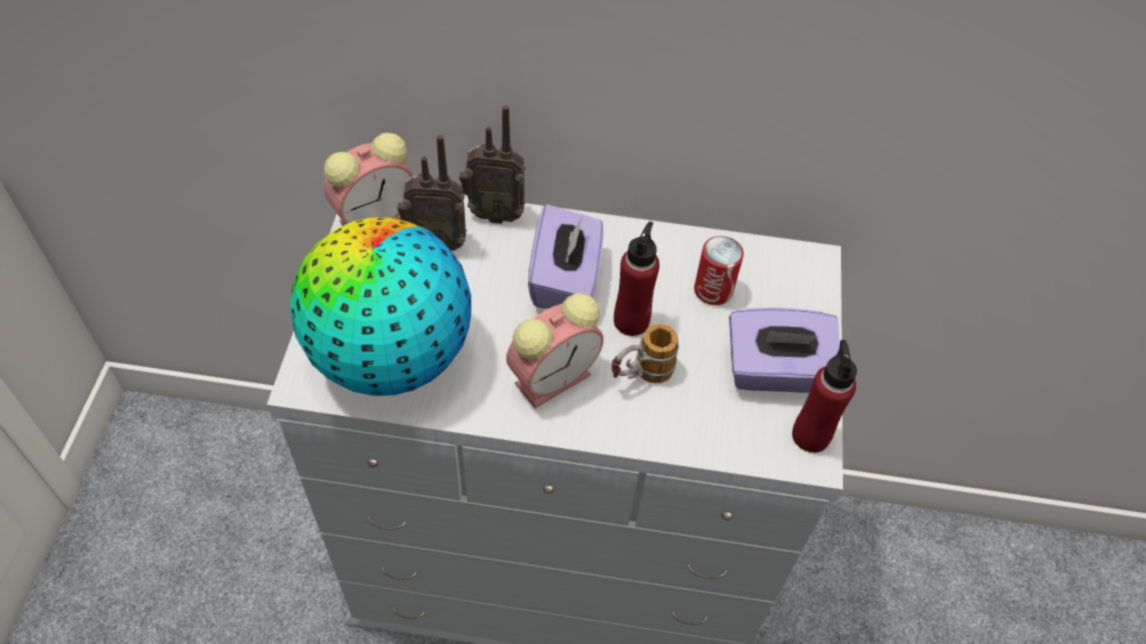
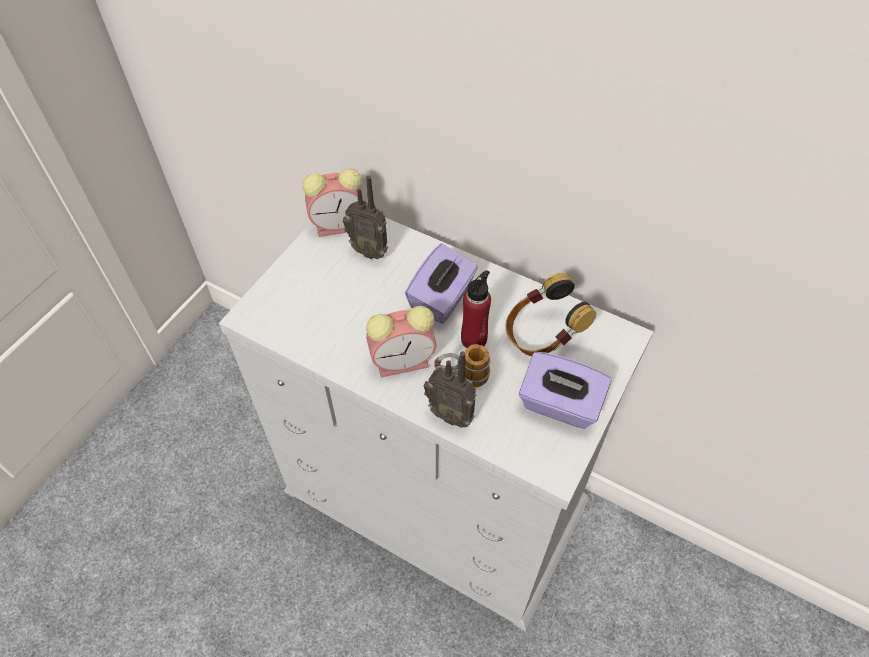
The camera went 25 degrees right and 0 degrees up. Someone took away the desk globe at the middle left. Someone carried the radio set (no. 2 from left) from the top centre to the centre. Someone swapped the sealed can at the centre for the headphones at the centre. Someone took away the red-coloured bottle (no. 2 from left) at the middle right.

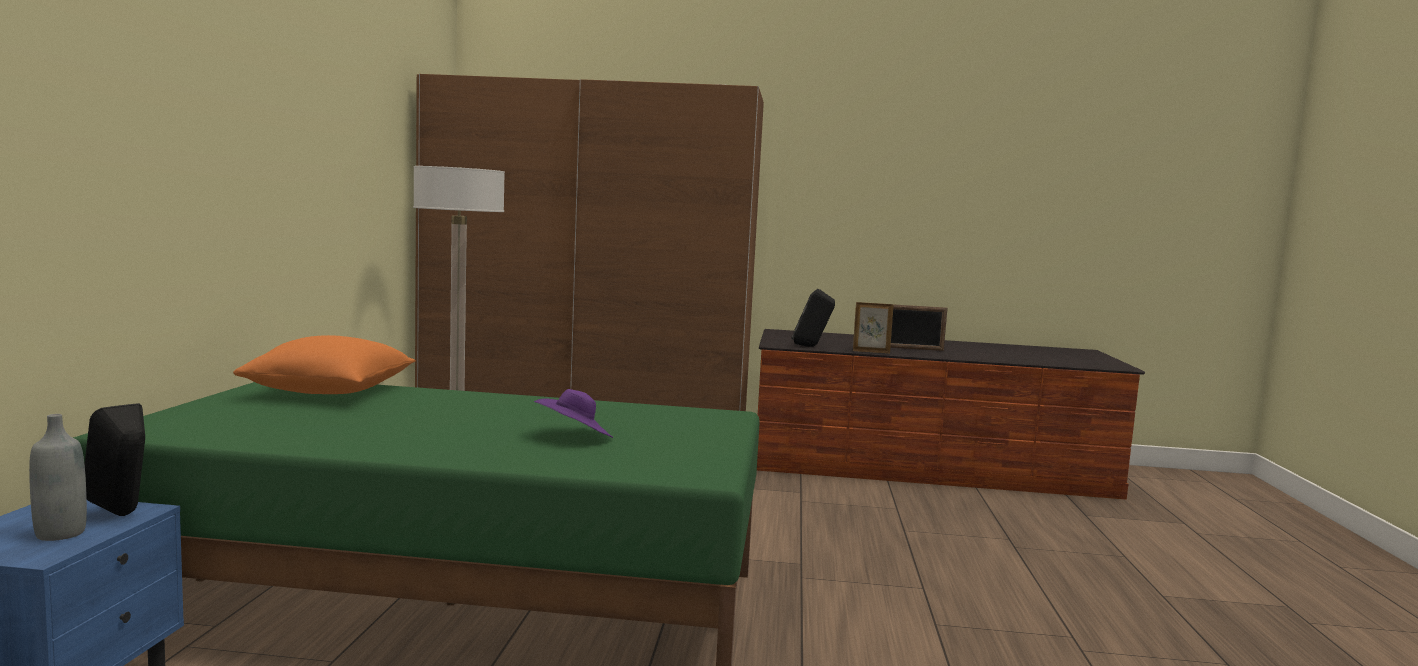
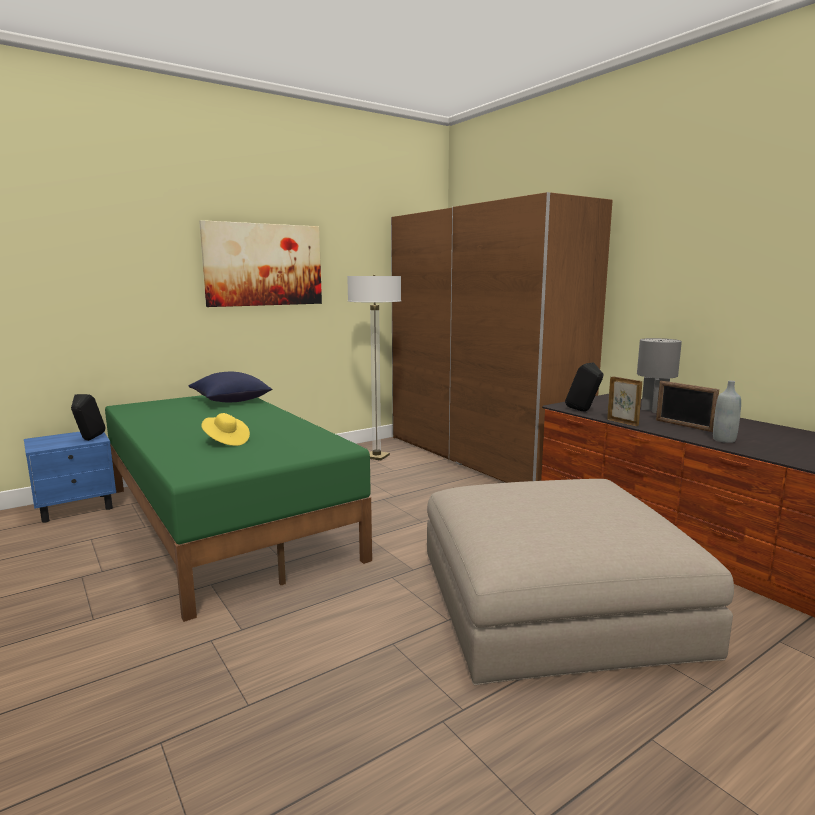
The camera went 50 degrees right and 5 degrees up. Someone carried the grey bottle from the bottom left to the middle right. Someone repainted the orange-coloured cushion at the middle left, which became the blue cushion at the middle left. Someone repainted the purple-coloured hat at the centre, which became the yellowish hat at the middle left. Someone put up the wall art at the top left. Someone put down the beige ottoman at the bottom right. Someone put down the grey tabletop lamp at the middle right.

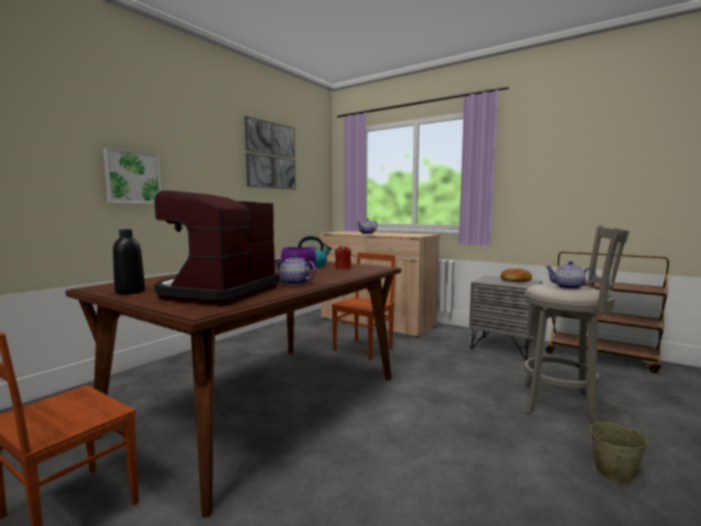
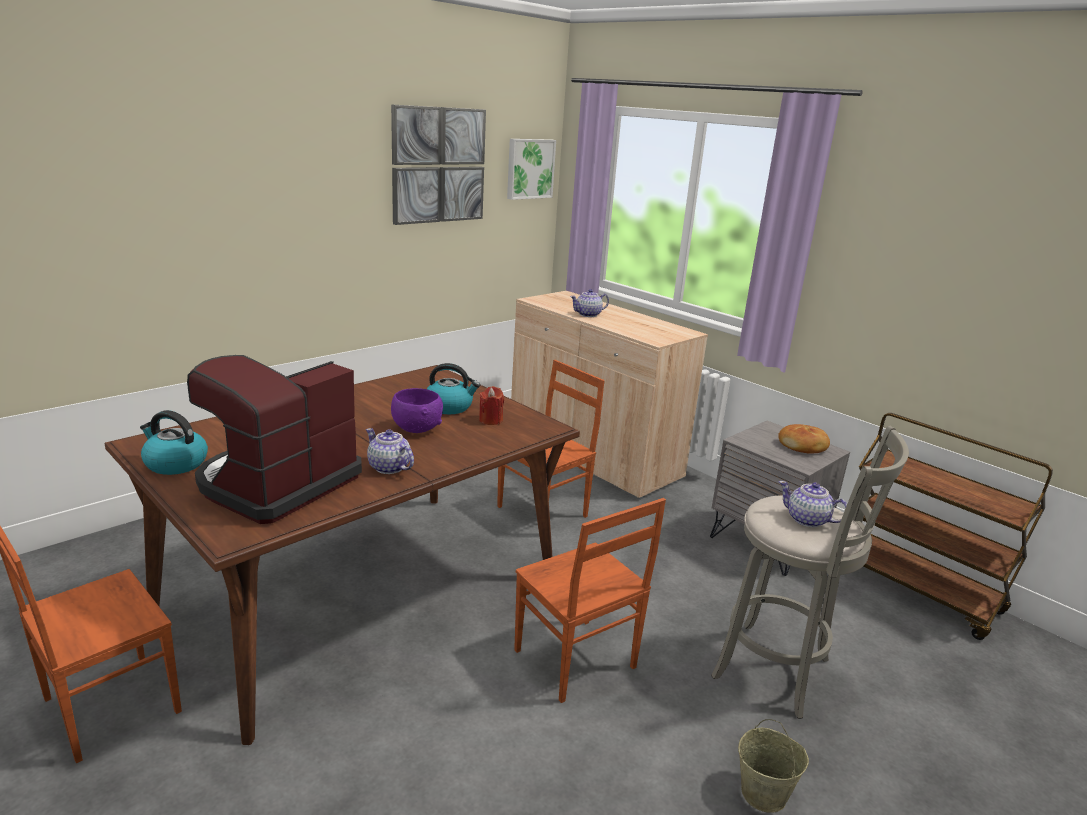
The camera went 10 degrees right and 15 degrees up. Someone carried the wall art (no. 1 from left in the first image) from the middle left to the top centre. Someone swapped the black bottle at the middle left for the water kettle (no. 1 from left) at the middle left. Someone put down the brown upright chair (no. 3 from left) at the bottom centre.

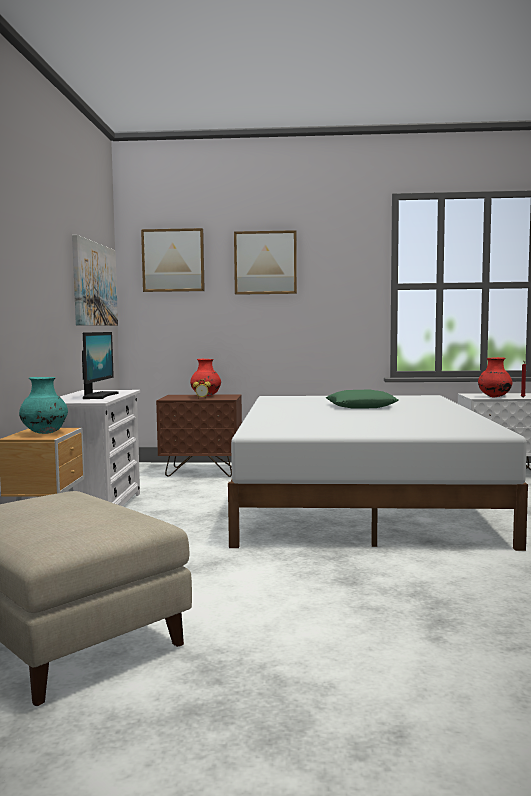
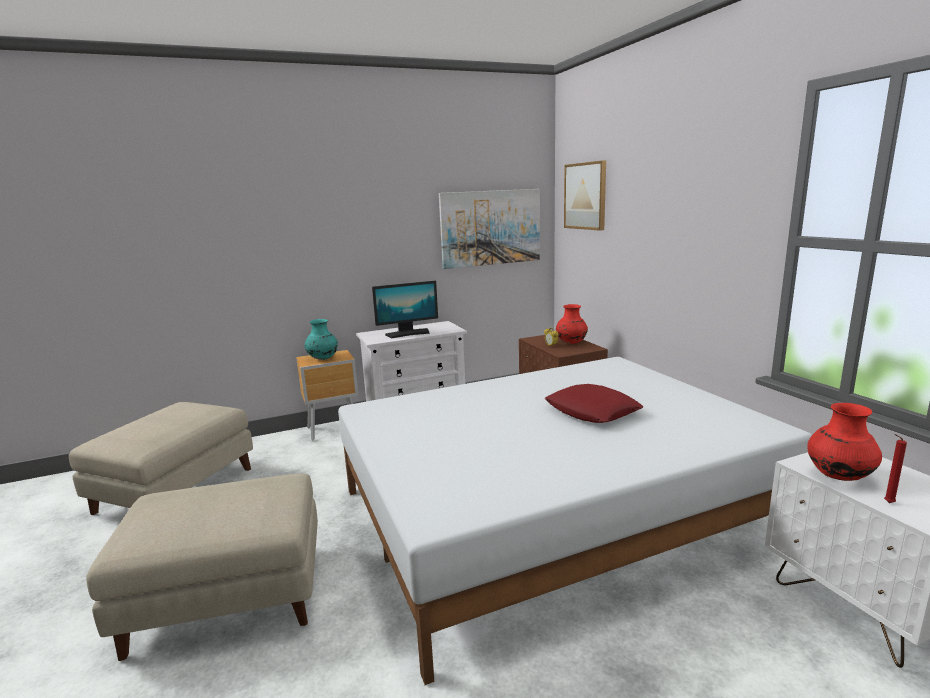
The camera went 65 degrees right and 10 degrees up. Someone took away the wall art (no. 3 from left) at the top centre. Someone repainted the green cushion at the middle right, which became the red-coloured cushion at the centre. Someone put down the beige ottoman (no. 2 from left) at the bottom left.

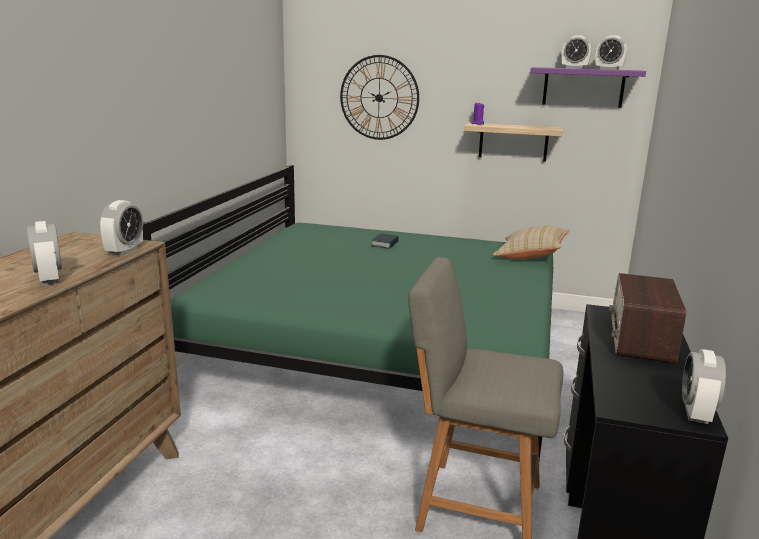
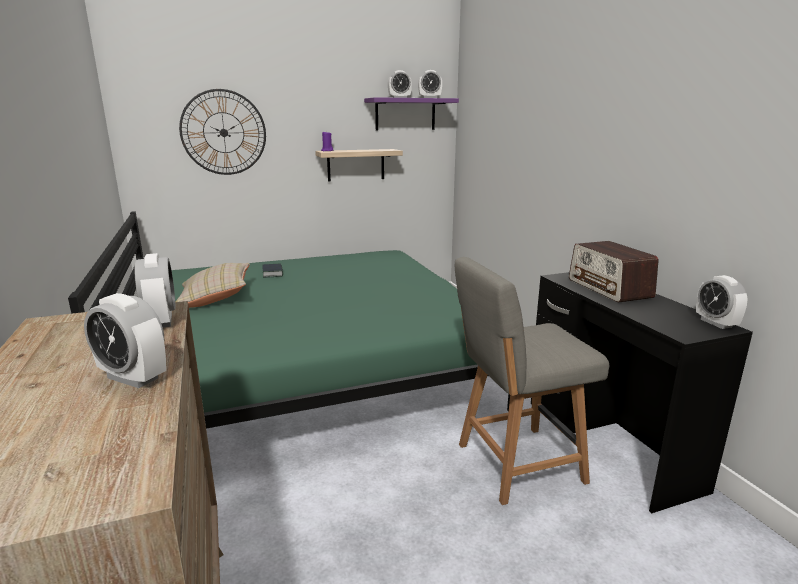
The camera went 35 degrees left and 0 degrees up. Someone carried the beige cushion from the middle right to the middle left.

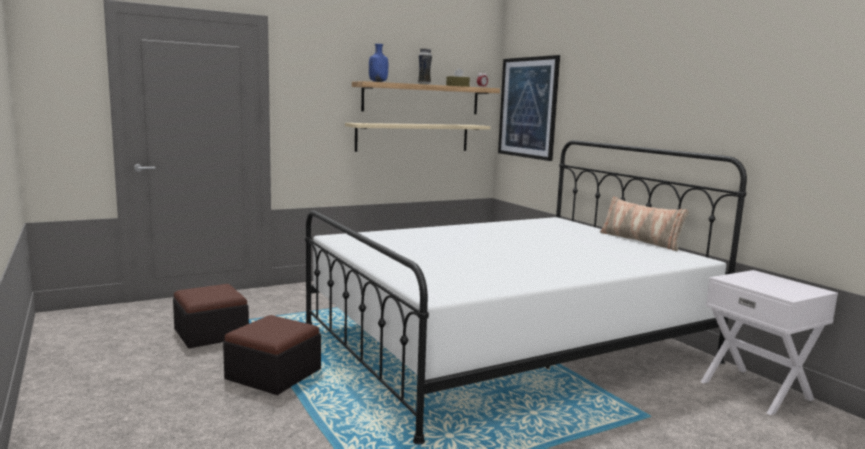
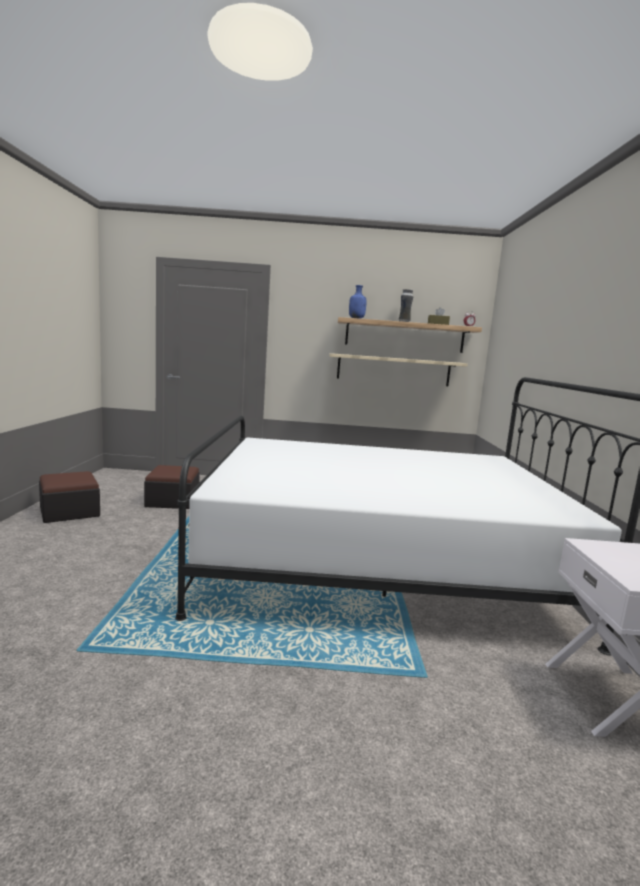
The camera went 30 degrees right and 0 degrees up. Someone carried the ottoman (no. 2 from left in the first image) from the bottom left to the middle left. Someone took away the wall art at the top centre. Someone took away the cushion at the middle right.

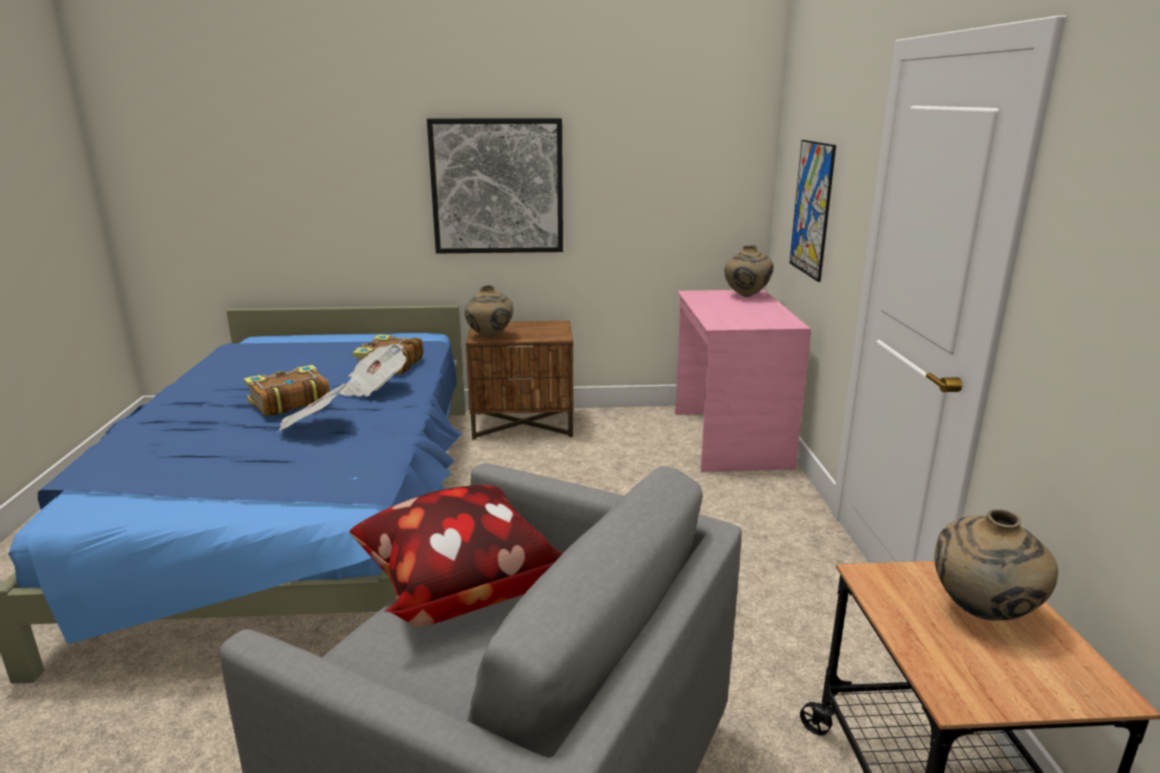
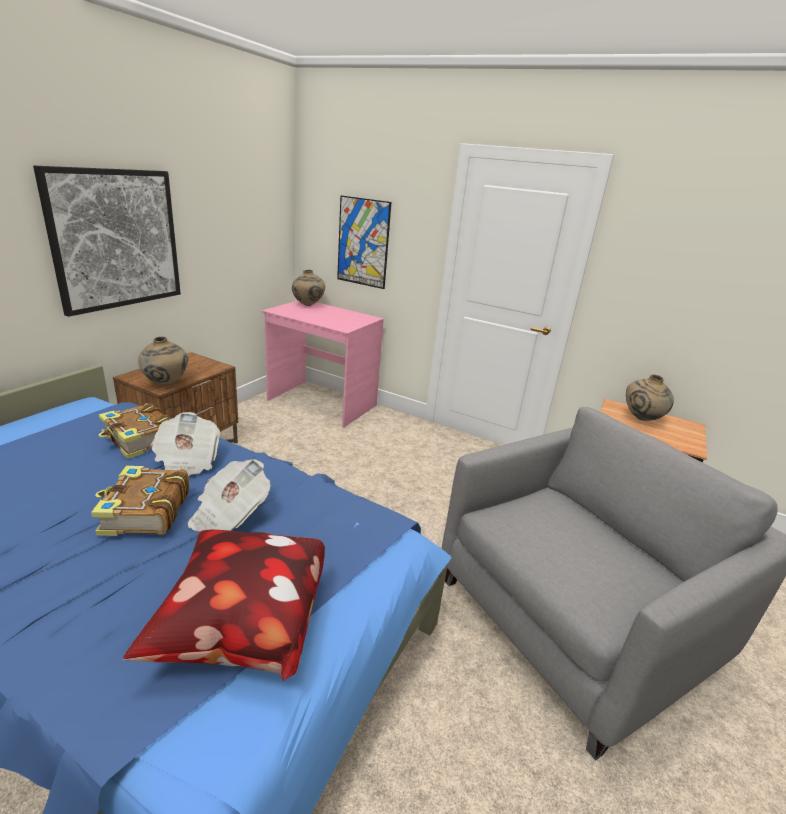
The camera went 60 degrees left and 5 degrees up. Someone carried the cushion from the bottom centre to the bottom left.

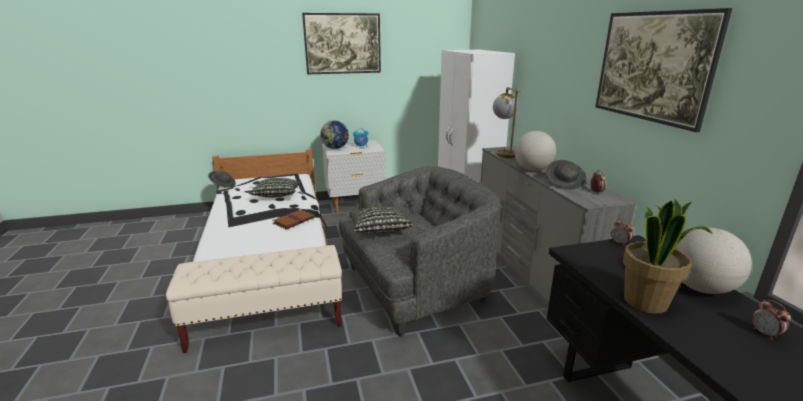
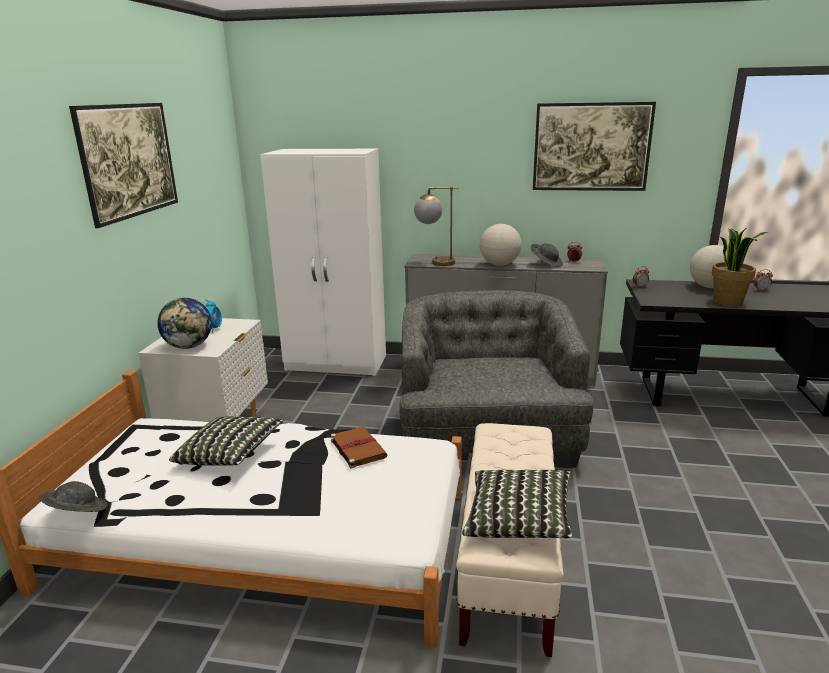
The camera went 65 degrees left and 0 degrees up. Someone carried the cushion (no. 2 from left) from the centre to the bottom centre.

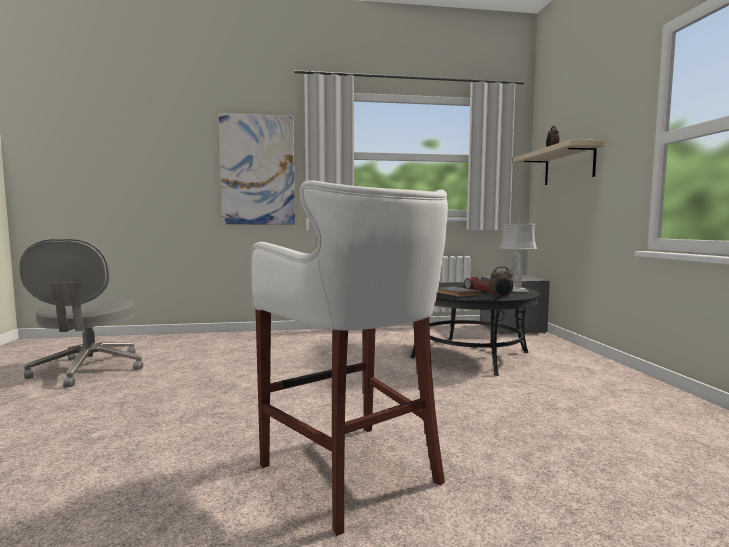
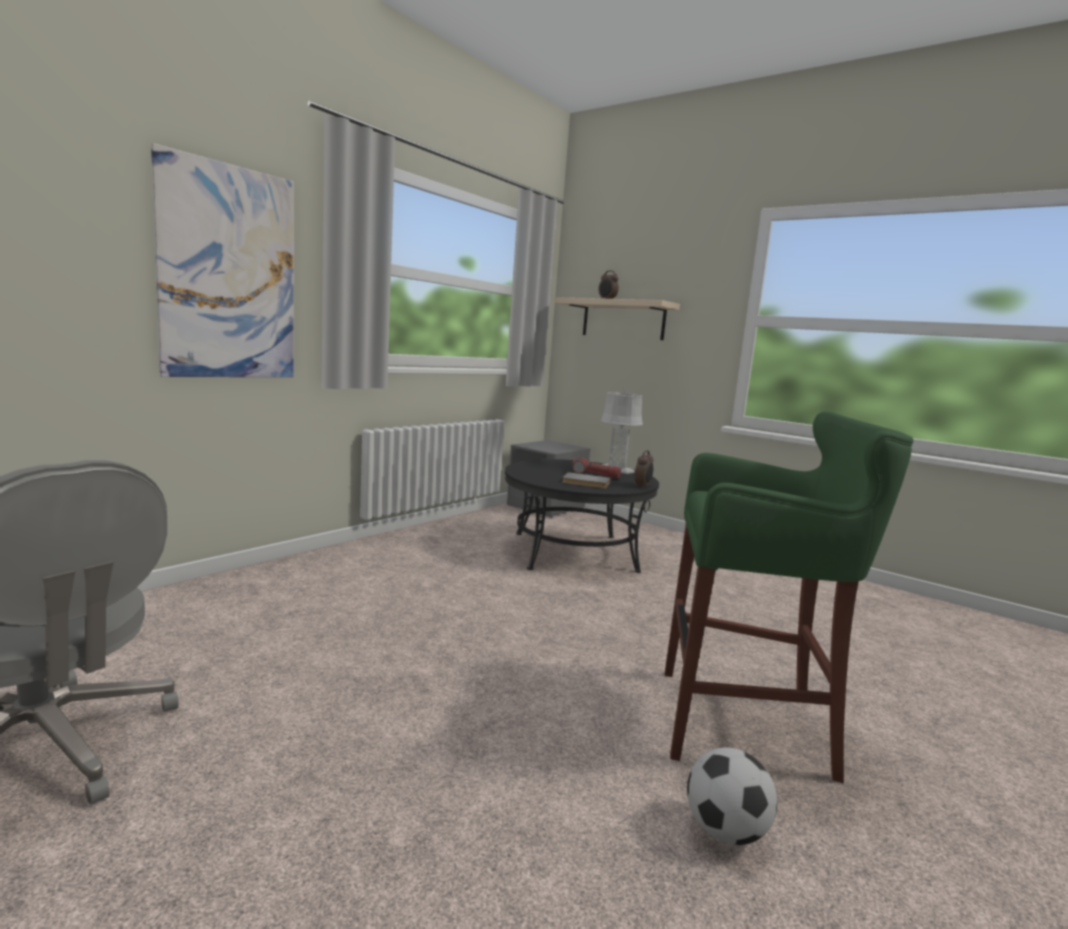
The camera went 45 degrees left and 5 degrees up. Someone repainted the whitish sitting stool at the centre, which became the green sitting stool at the middle right. Someone put down the ball for football at the bottom right.

